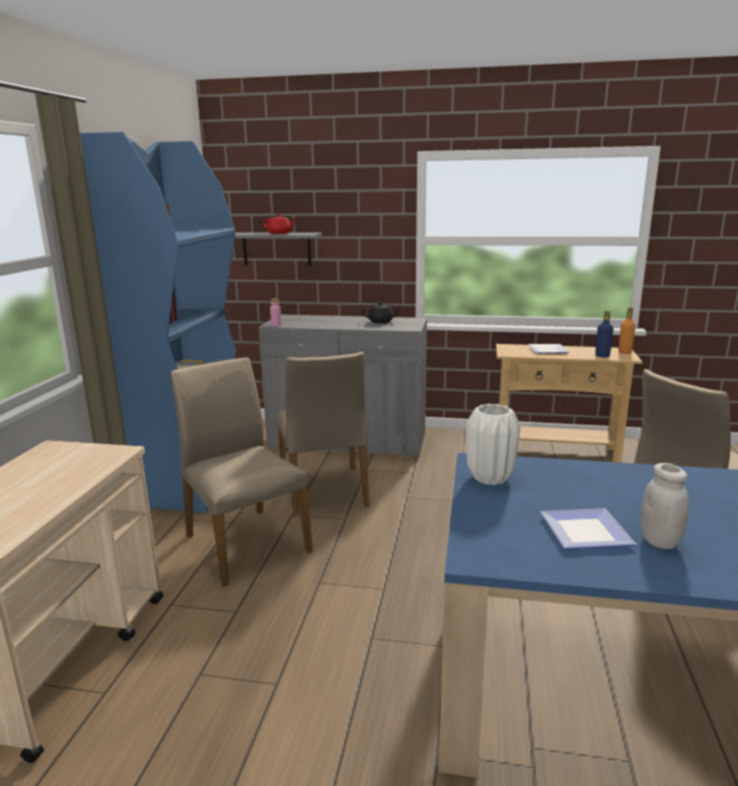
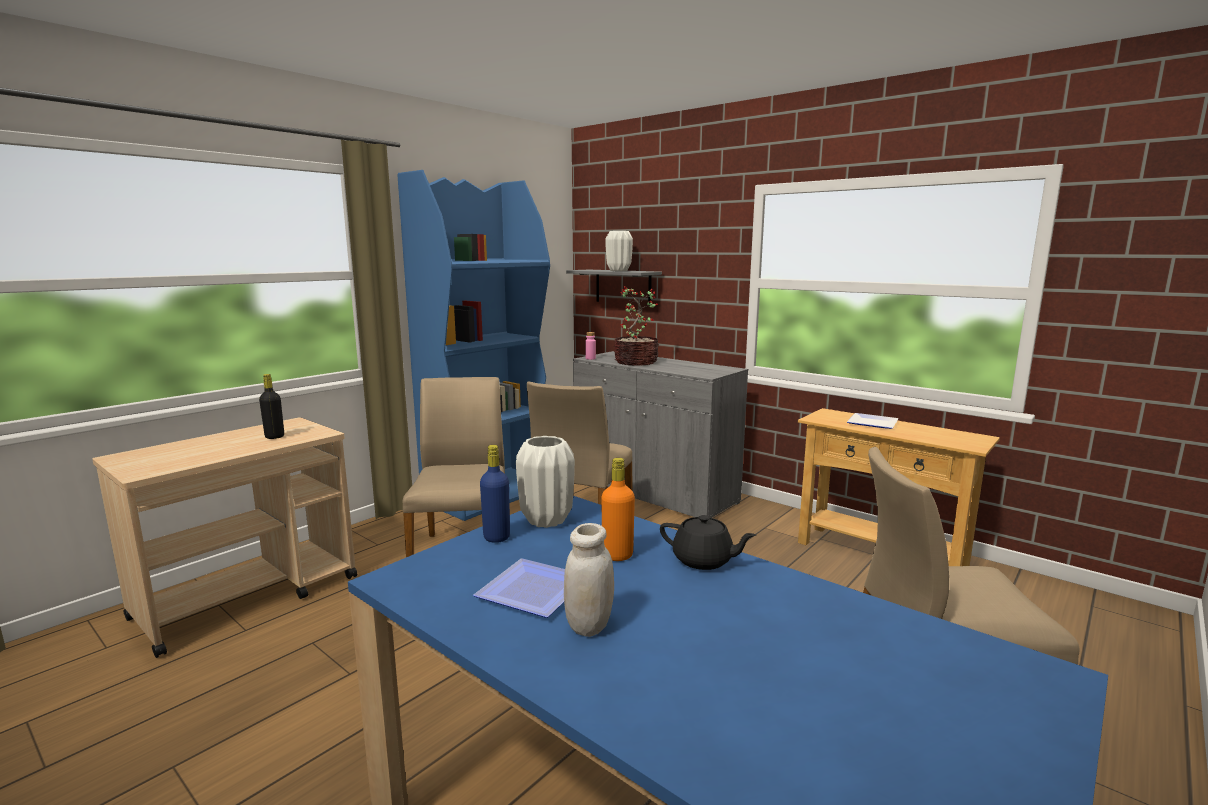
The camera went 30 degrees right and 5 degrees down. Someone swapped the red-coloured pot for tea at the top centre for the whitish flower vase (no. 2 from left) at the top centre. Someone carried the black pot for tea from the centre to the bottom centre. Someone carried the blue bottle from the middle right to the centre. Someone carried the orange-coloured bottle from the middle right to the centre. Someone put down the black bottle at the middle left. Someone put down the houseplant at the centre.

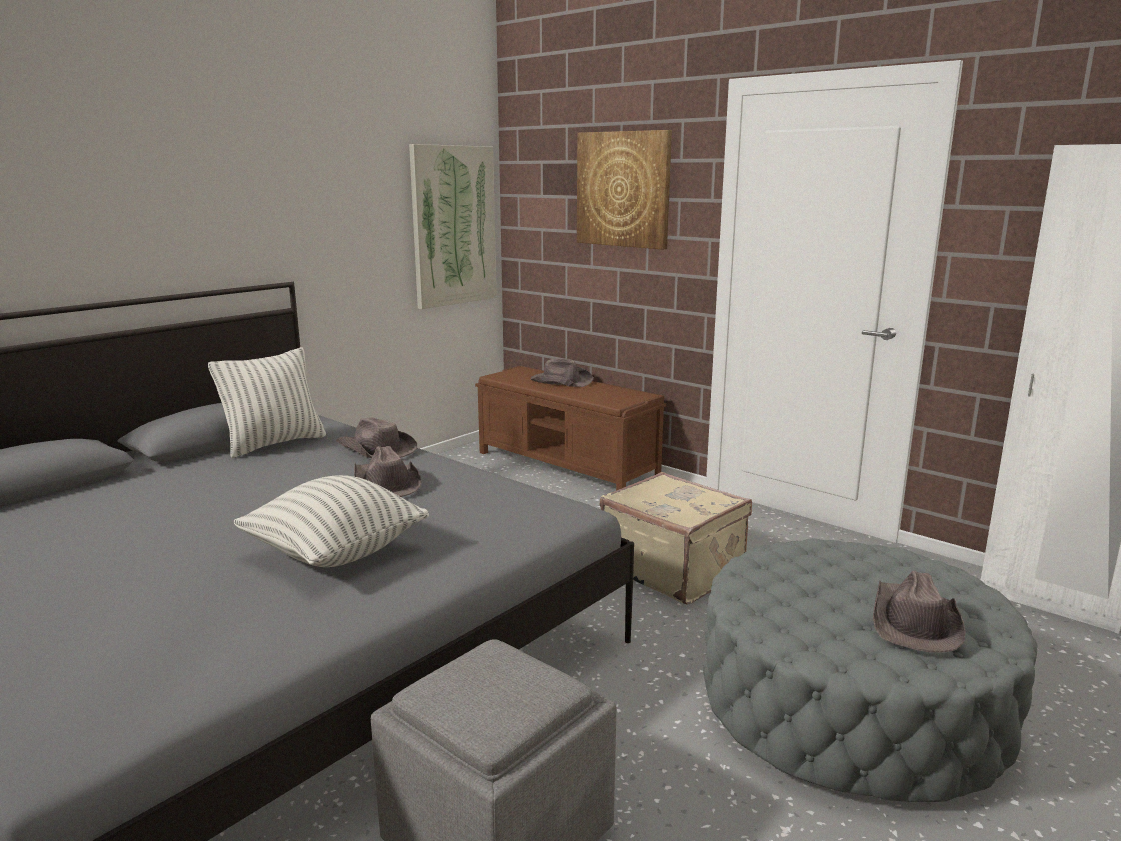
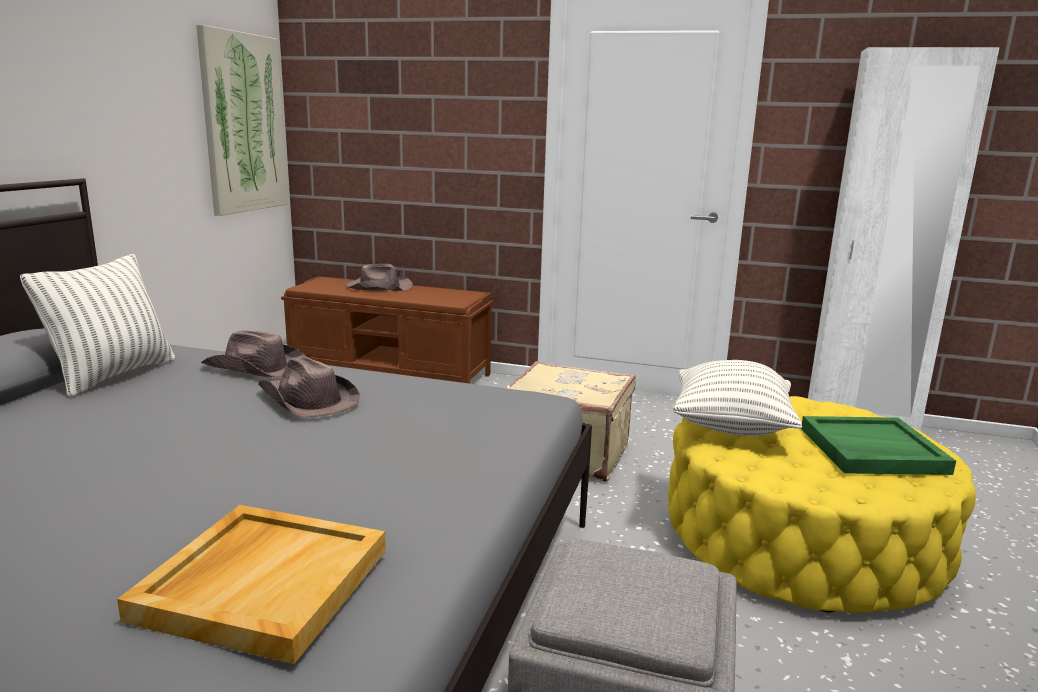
The camera went 25 degrees left and 0 degrees up. Someone carried the cushion (no. 2 from left) from the middle left to the middle right. Someone took away the wall art (no. 2 from left) at the top centre. Someone repainted the grey ottoman (no. 2 from left) at the bottom right, which became the yellowish ottoman at the bottom right. Someone swapped the brown hat (no. 4 from left) at the bottom right for the green carrying tray at the middle right. Someone put down the beige carrying tray at the bottom left.

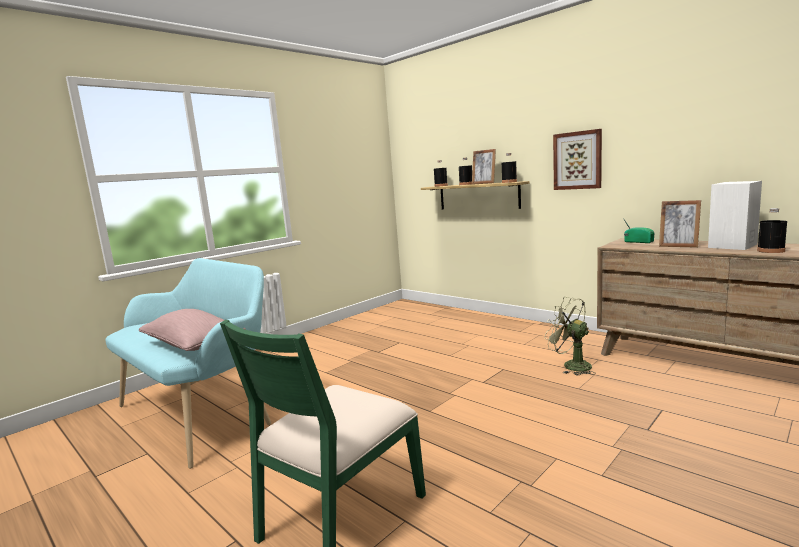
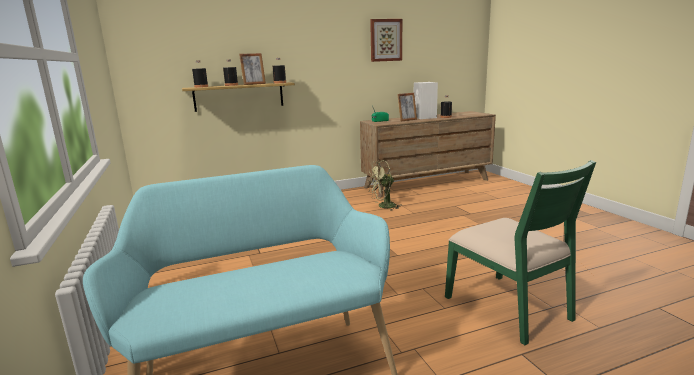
The camera went 65 degrees left and 5 degrees up. Someone took away the pink cushion at the middle left. Someone carried the wall art from the top right to the top centre.

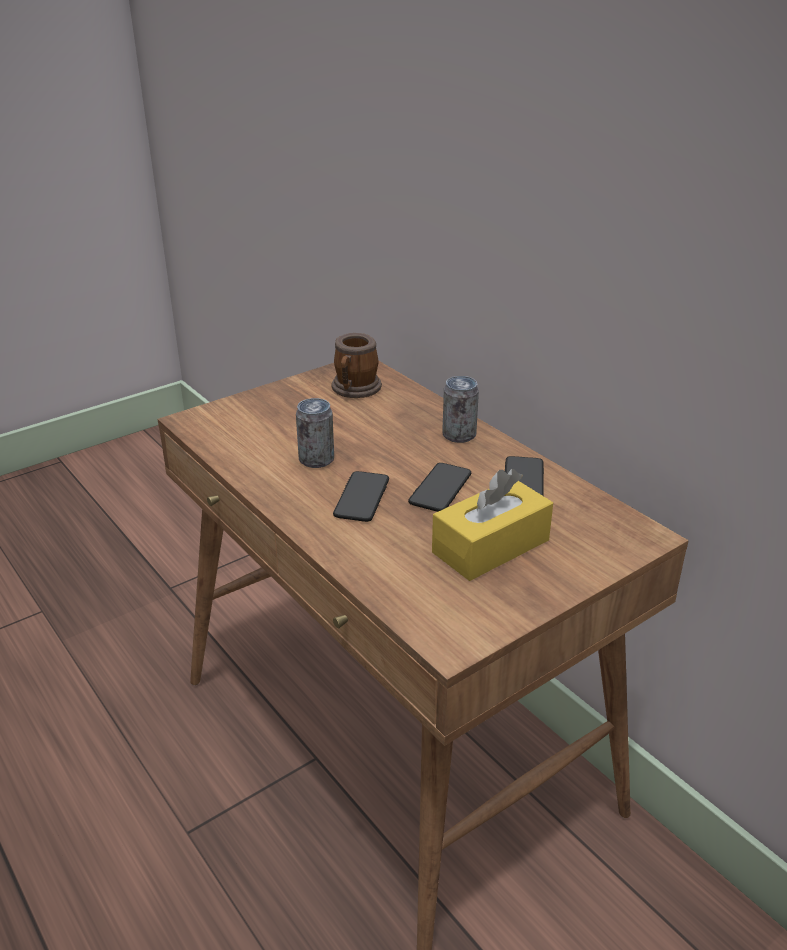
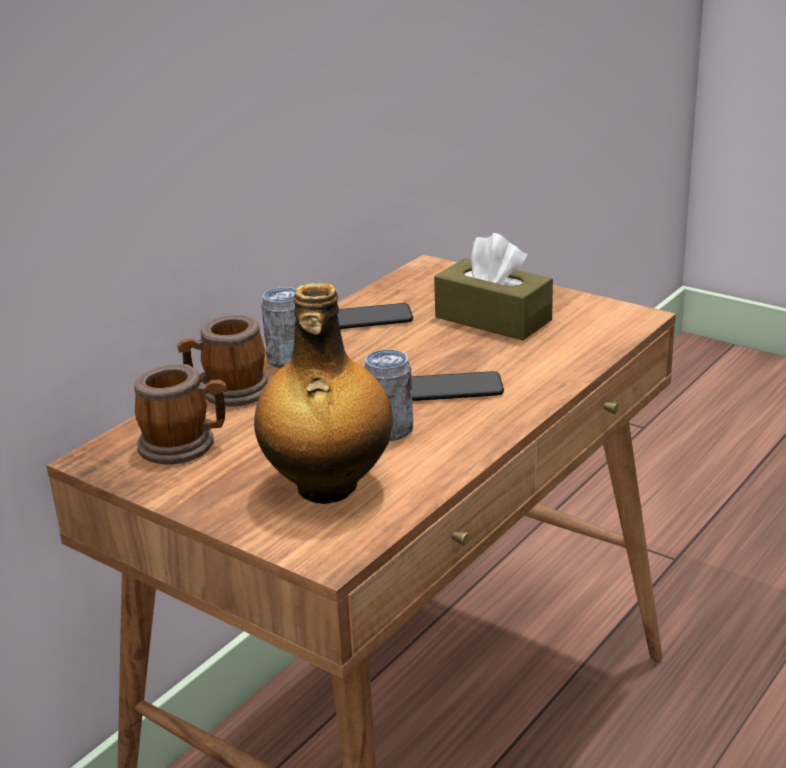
The camera went 105 degrees left and 5 degrees down. Someone took away the phone (no. 2 from left) at the centre. Someone repainted the yellowish tissue holder at the centre, which became the brown tissue holder at the centre. Someone put down the tea mug (no. 2 from left) at the middle left. Someone put down the bottle at the centre.

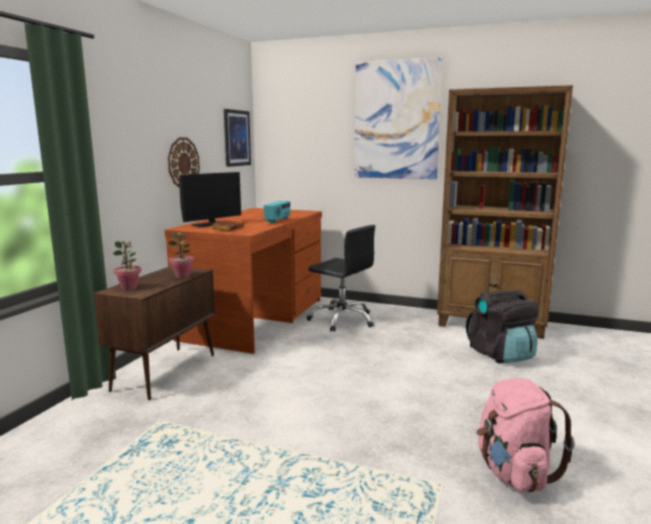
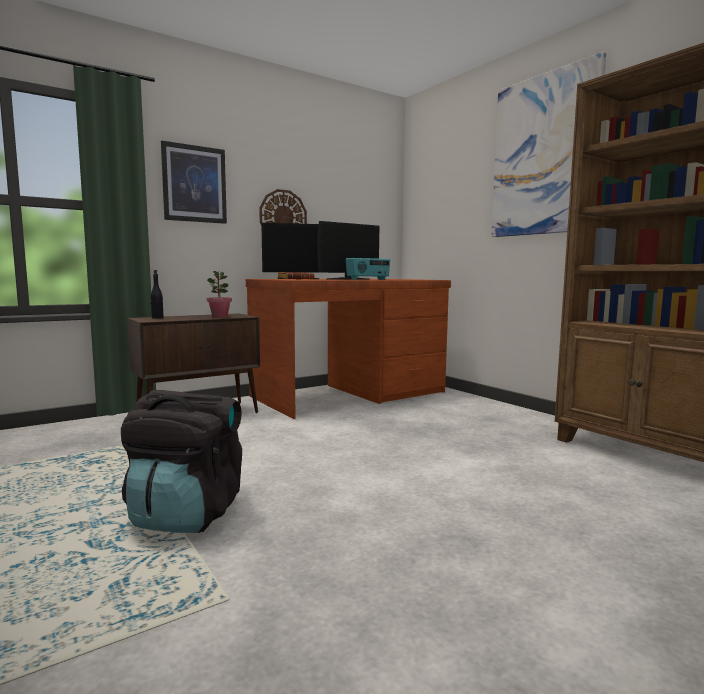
The camera went 35 degrees right and 5 degrees down. Someone swapped the houseplant (no. 1 from left) at the middle left for the black bottle at the middle left. Someone carried the wall art (no. 1 from left) from the top centre to the top left. Someone took away the black office chair at the centre. Someone carried the black rucksack from the middle right to the middle left. Someone took away the pink rucksack at the bottom right. Someone put down the monitor (no. 2 from left) at the centre.

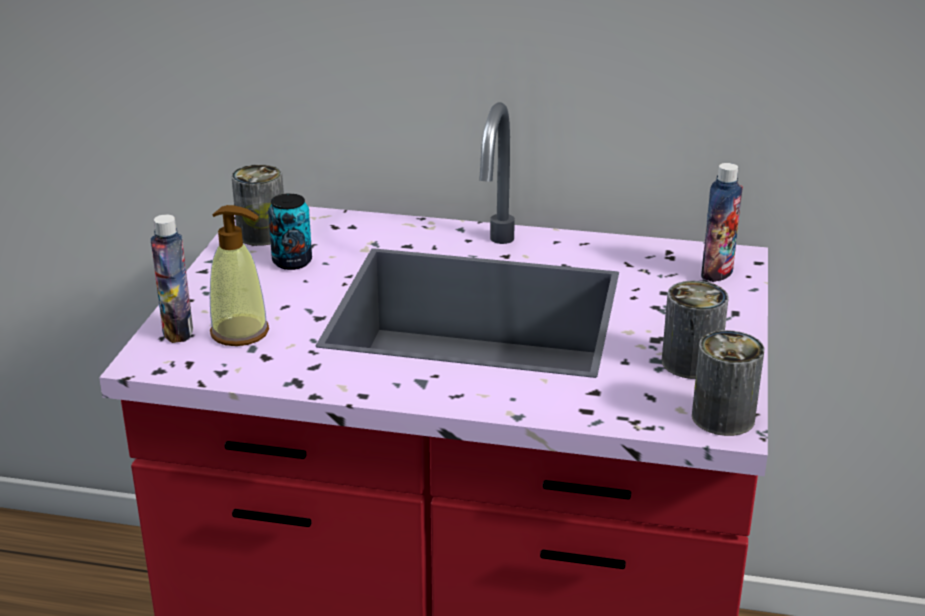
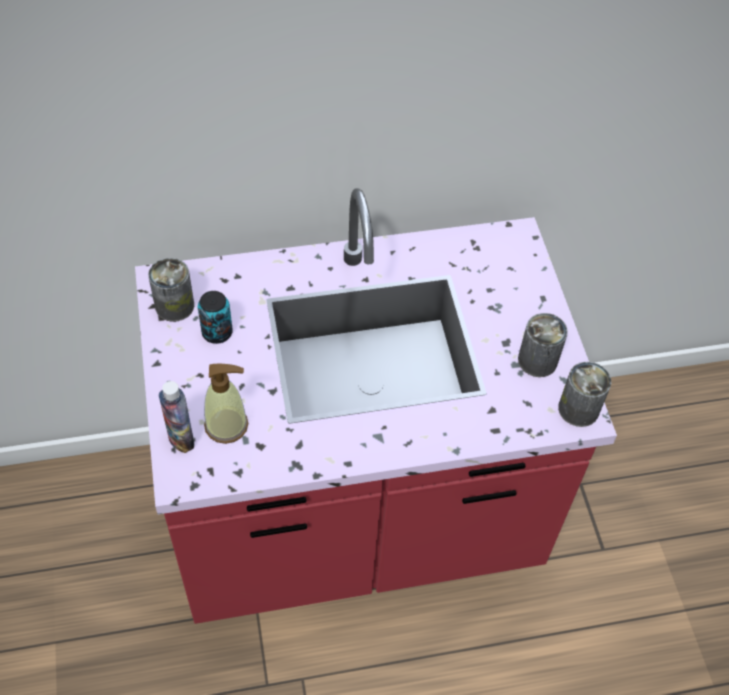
The camera went 25 degrees left and 25 degrees up. Someone took away the bottle (no. 2 from left) at the middle right.

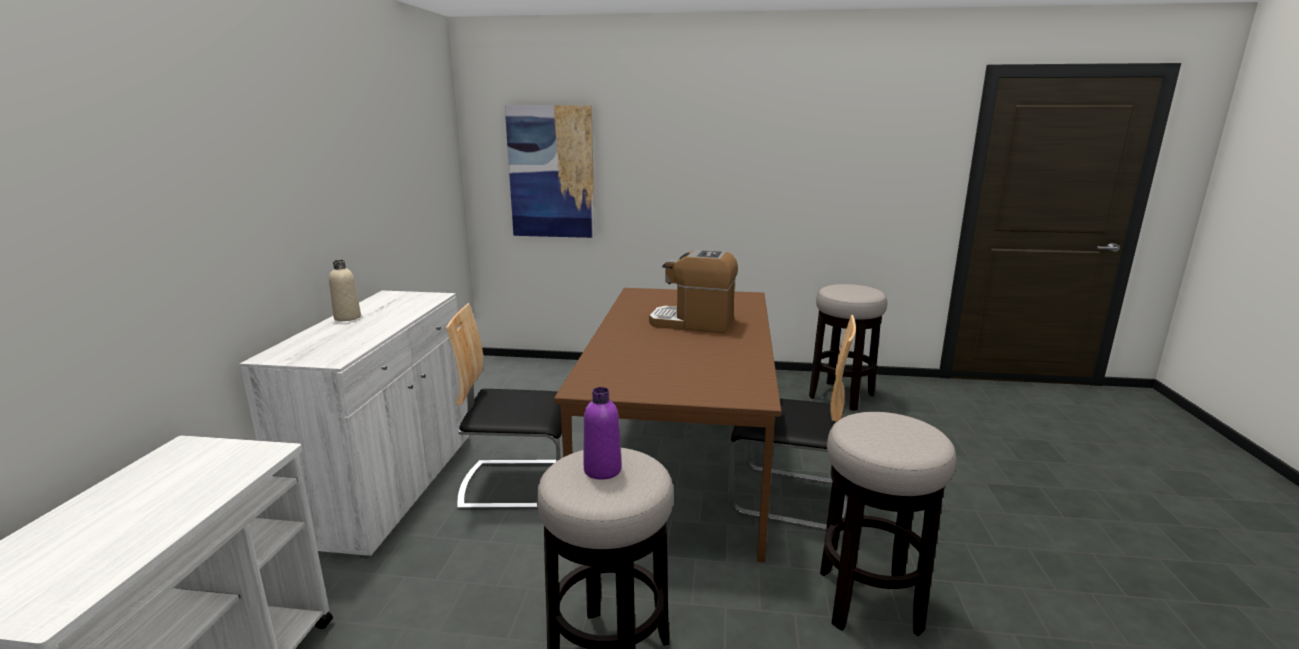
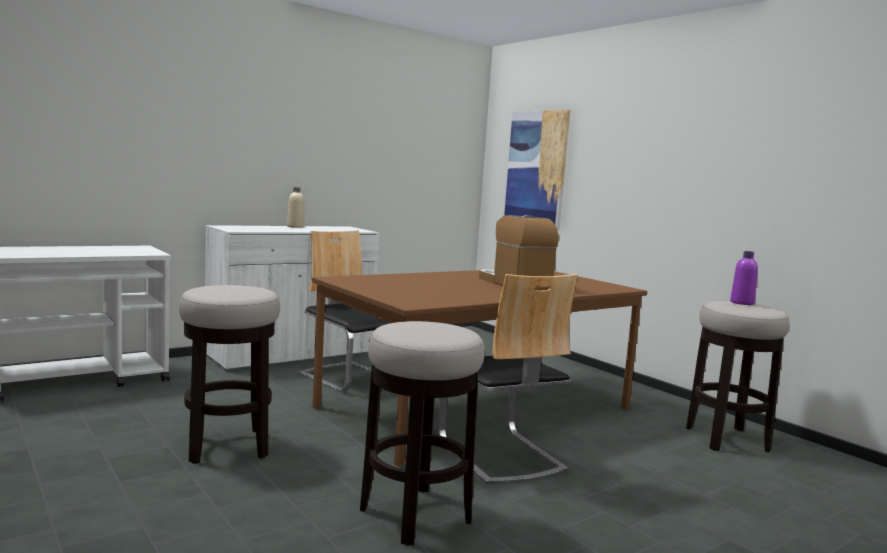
The camera went 45 degrees right and 10 degrees down. Someone carried the purple-coloured bottle from the bottom centre to the middle right.

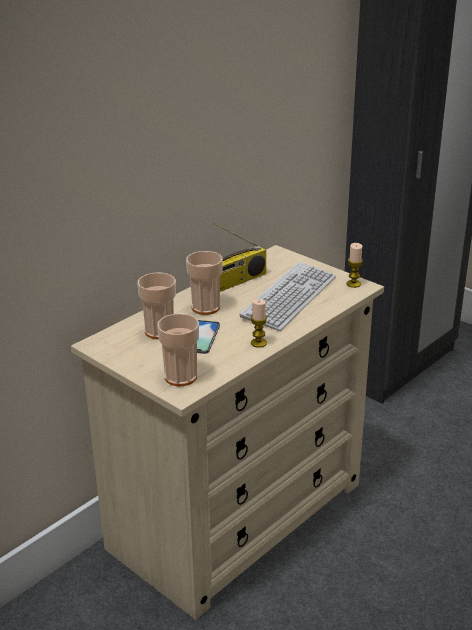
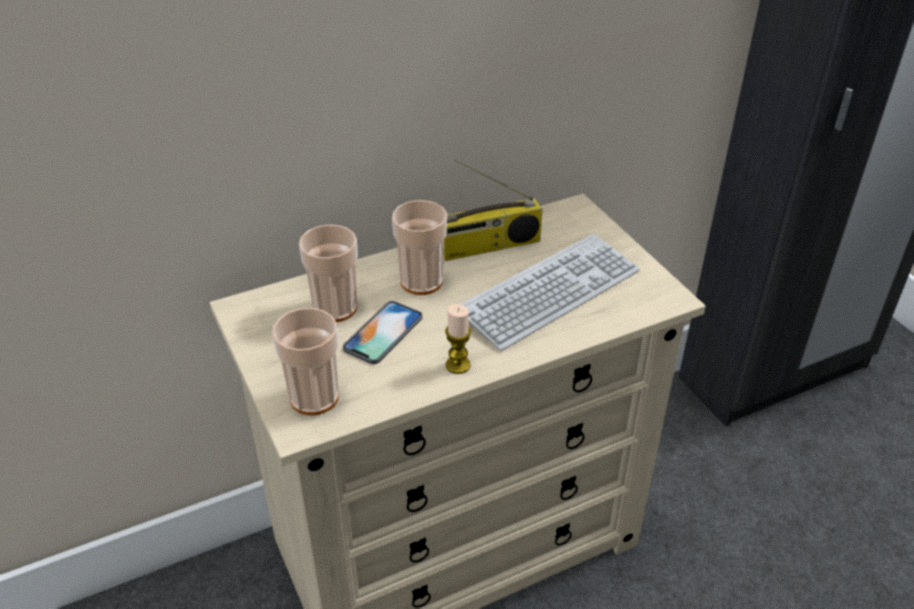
The camera went 20 degrees right and 10 degrees up. Someone took away the wax candle (no. 2 from left) at the middle right.

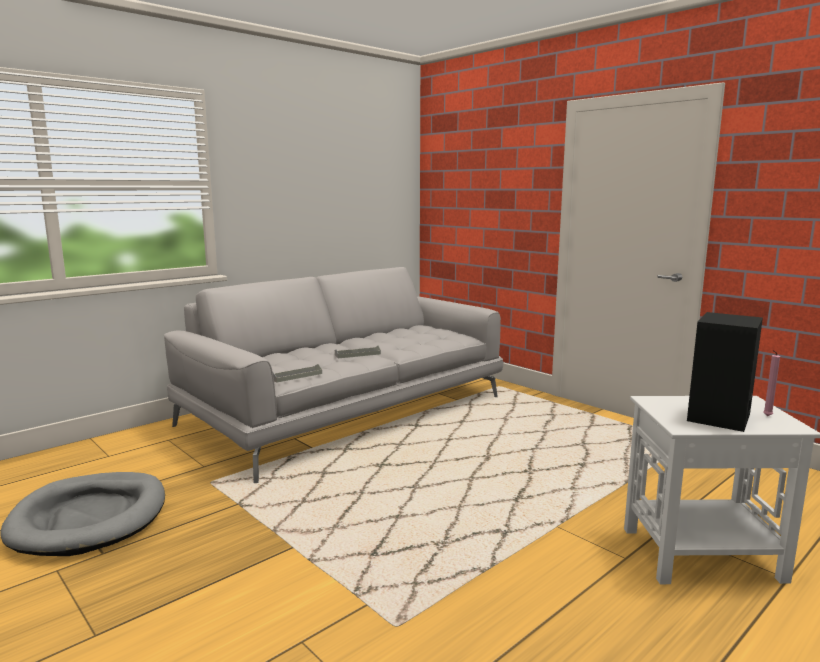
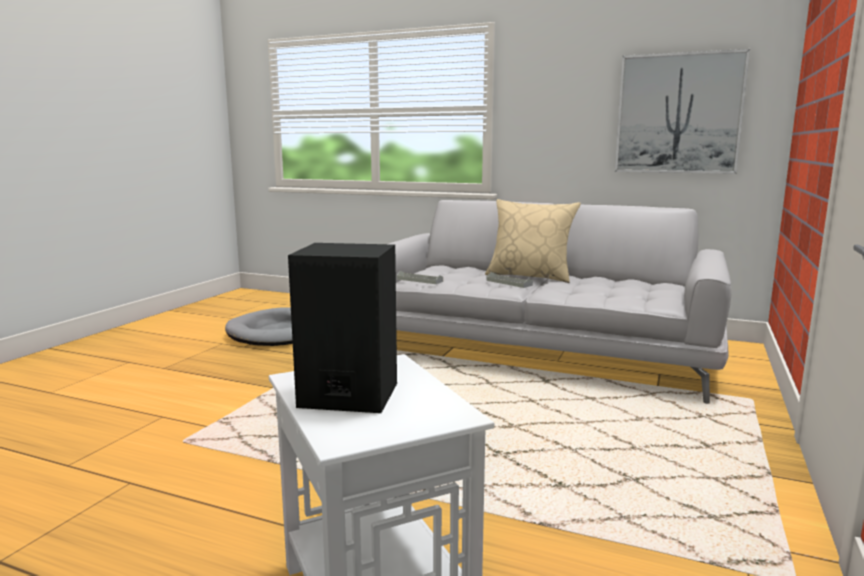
The camera went 65 degrees right and 0 degrees up. Someone took away the pink wax candle at the middle right. Someone put down the beige cushion at the centre. Someone put up the wall art at the top right.

